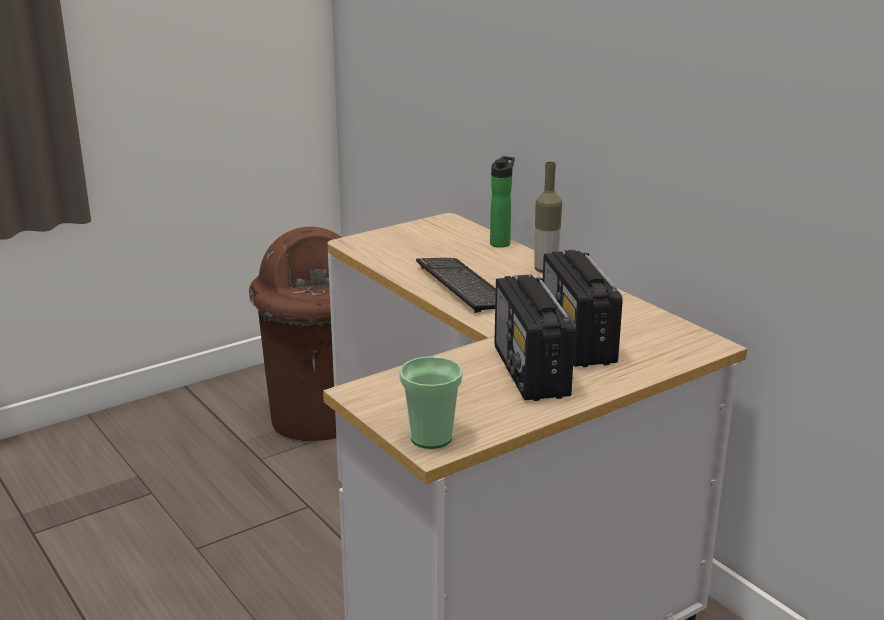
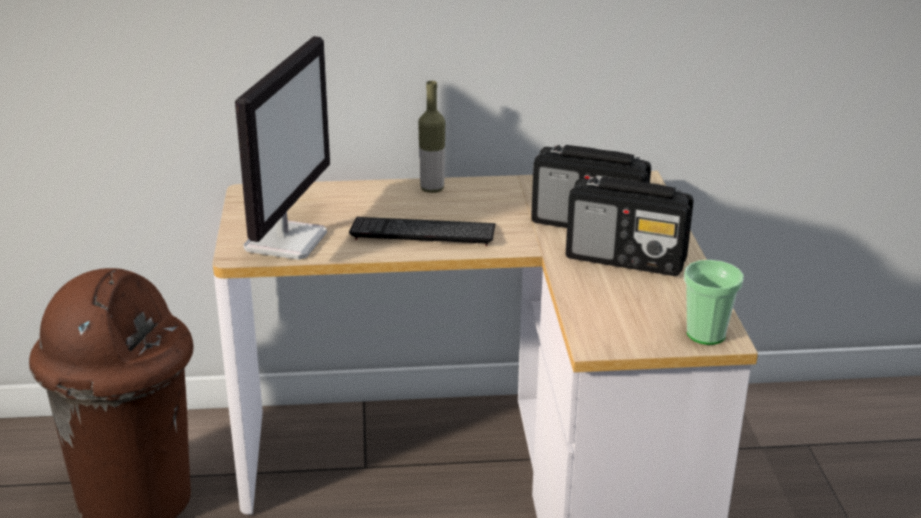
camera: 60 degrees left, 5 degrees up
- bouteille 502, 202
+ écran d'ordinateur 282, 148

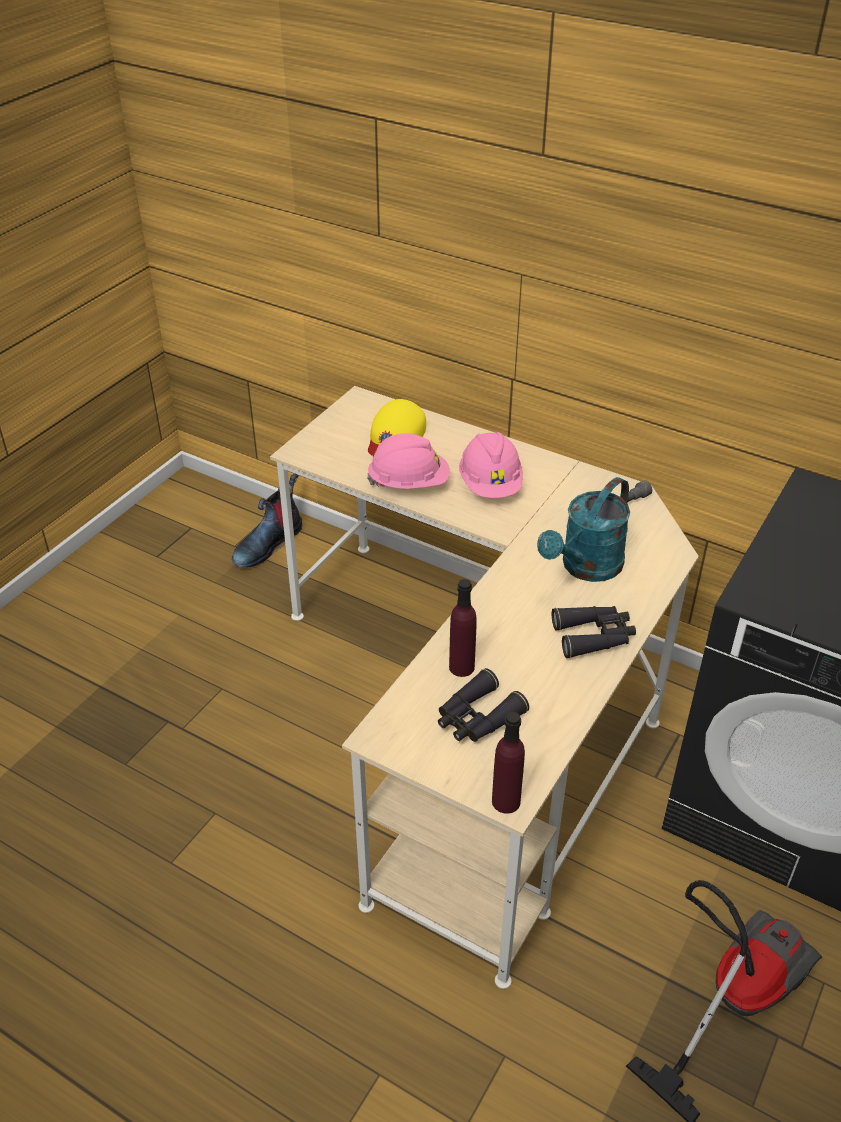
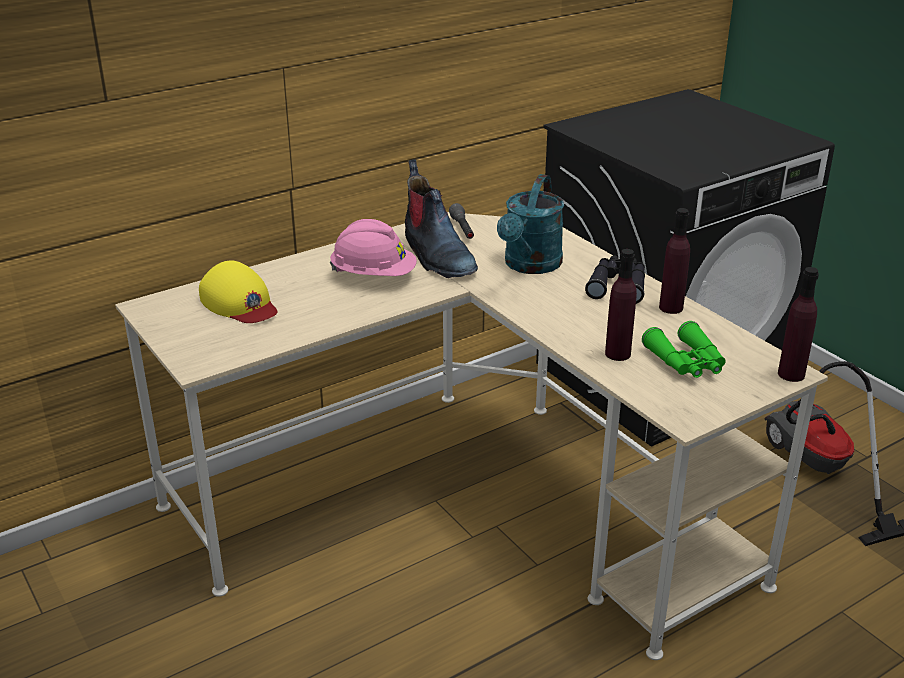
camera: 65 degrees left, 10 degrees down
- casque de chantier (rose) 408, 461
~ botte 267, 520 to 441, 218
~ arrosoir (turquoise) 583, 529 = 530, 224 45 degrees clockwise
~ jumelles (noir) 483, 705 to jumelles (vert) 684, 349
+ bouteille (violet) 674, 261

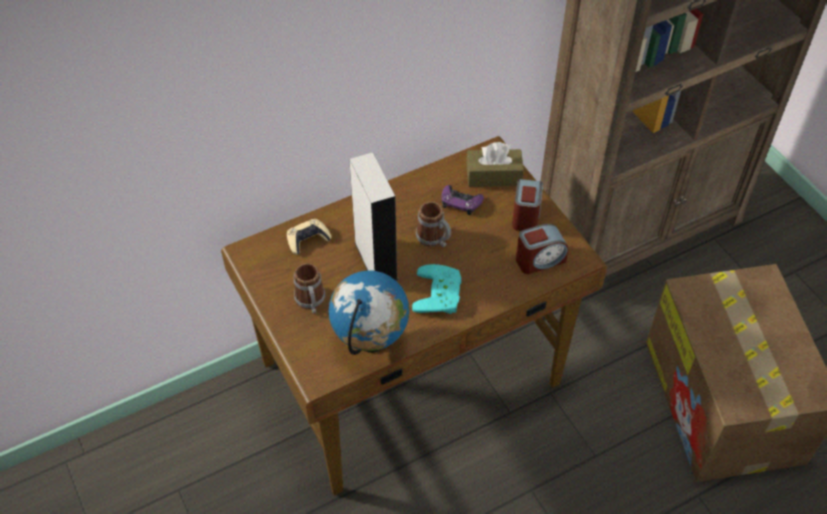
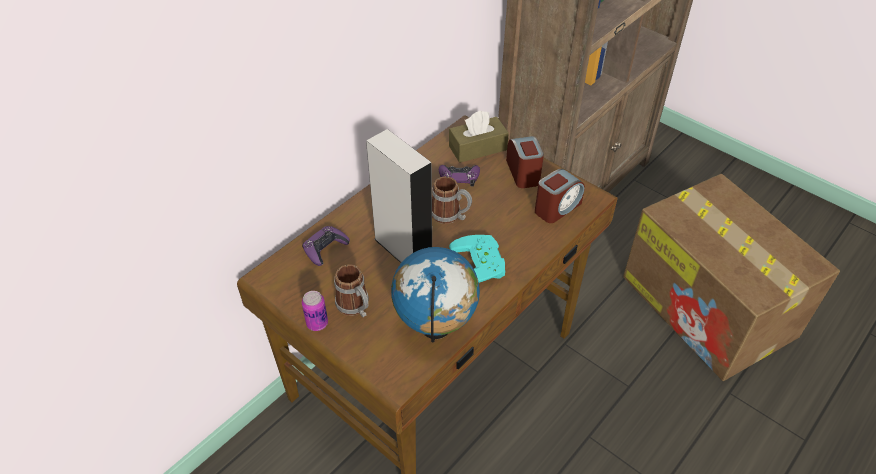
camera: 20 degrees left, 5 degrees down
~ manette (beige) 309, 237 to manette (violet) 326, 246
+ boîte métallique 315, 311

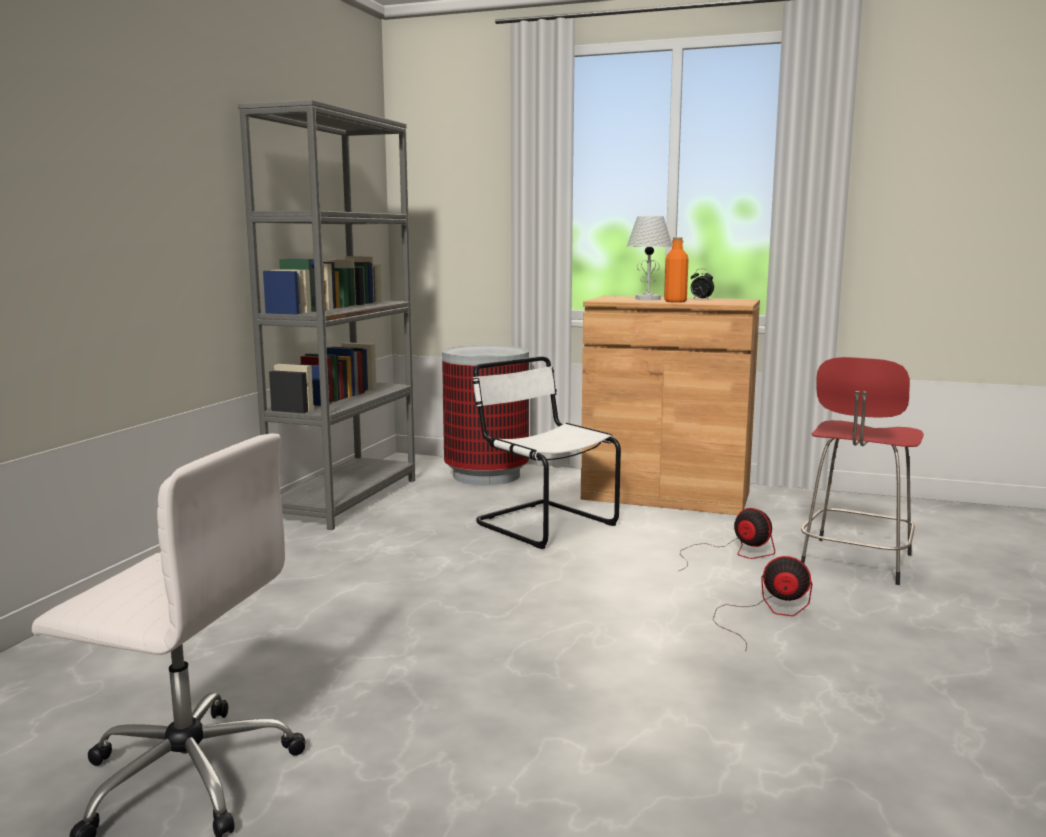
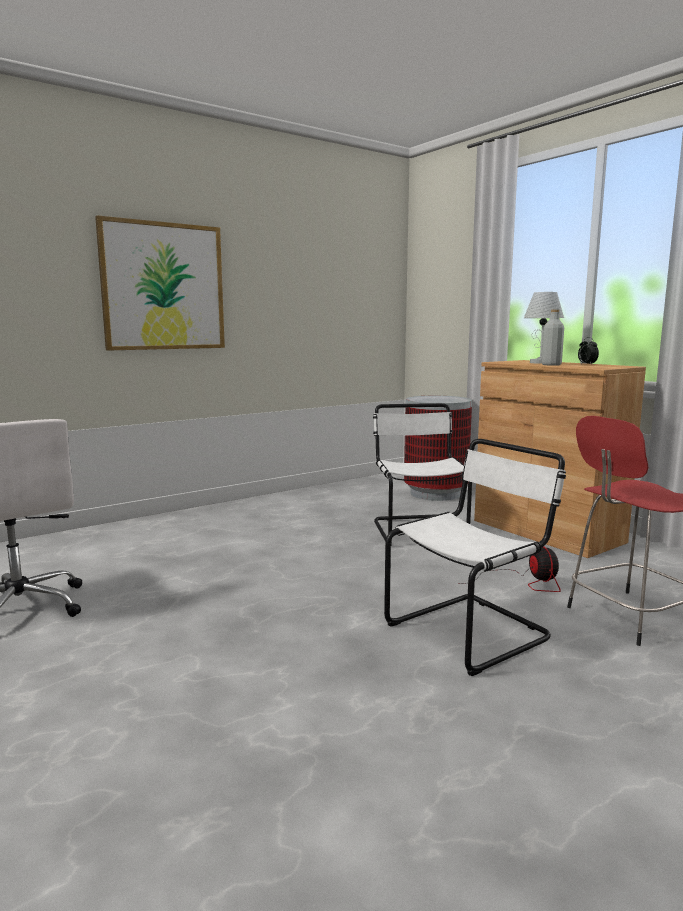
camera: 35 degrees right, 0 degrees up
- bibliothèque (gris) 326, 314
~ bouteille (orange) 676, 270 to bouteille (gris) 552, 337
~ ventilateur 762, 602 to chaise (blanc) 475, 557
+ tableau 160, 283

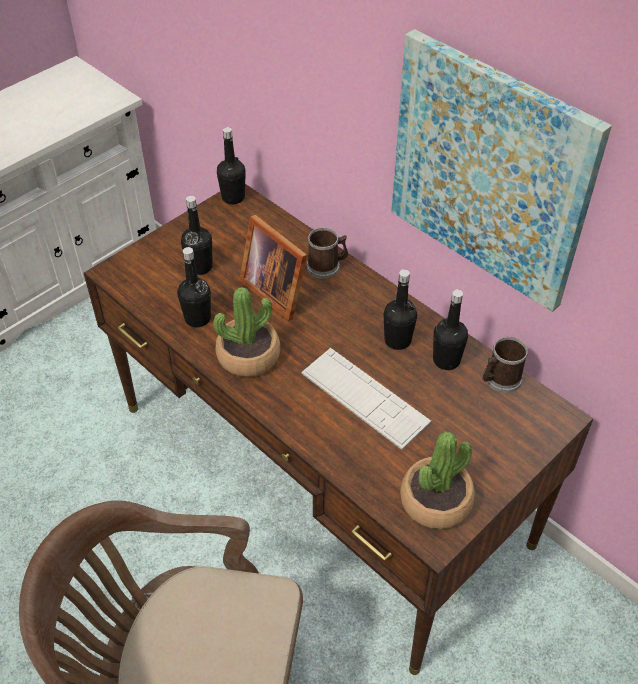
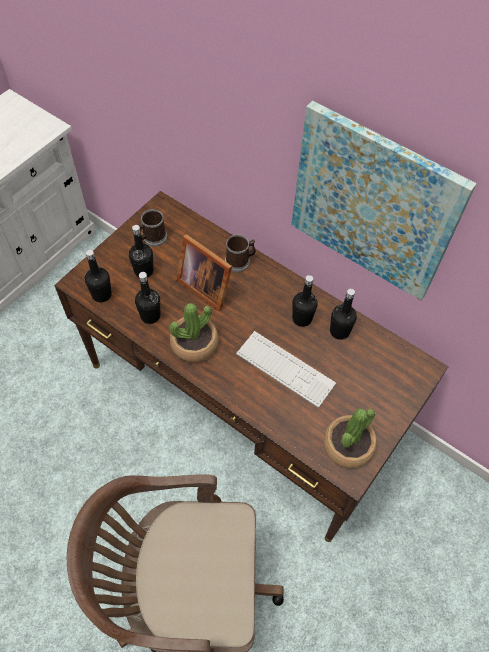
camera: 10 degrees left, 10 degrees up
~ bouteille (noir) 231, 165 to 98, 275
~ mug 505, 365 to 153, 228

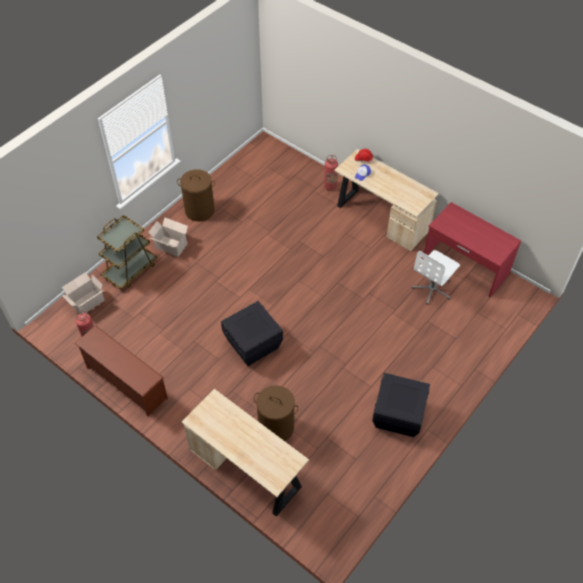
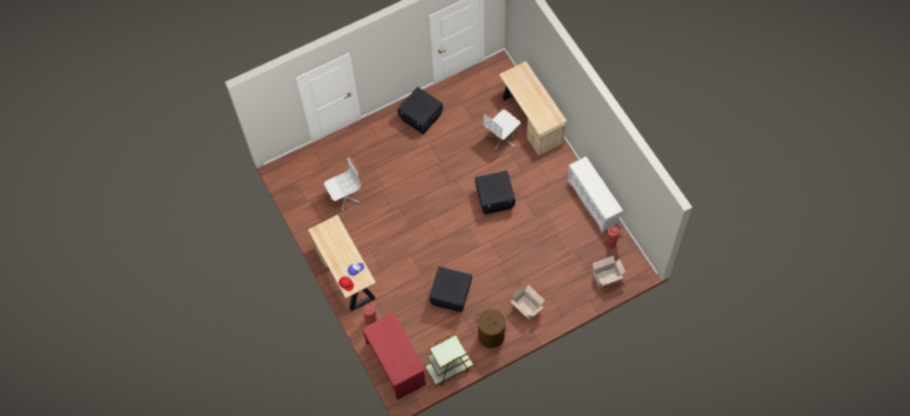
camera: 155 degrees left, 10 degrees up
~ bureau (rouge) 472, 249 to 394, 356
~ chariot (marron) 127, 252 to 449, 360
~ étagère à chaussures (marron) 121, 370 to étagère à chaussures (blanc) 595, 195
~ panier à linge (marron) 275, 413 to chaise de bureau (blanc) 502, 129
+ boîte de rangement (noir) 450, 289

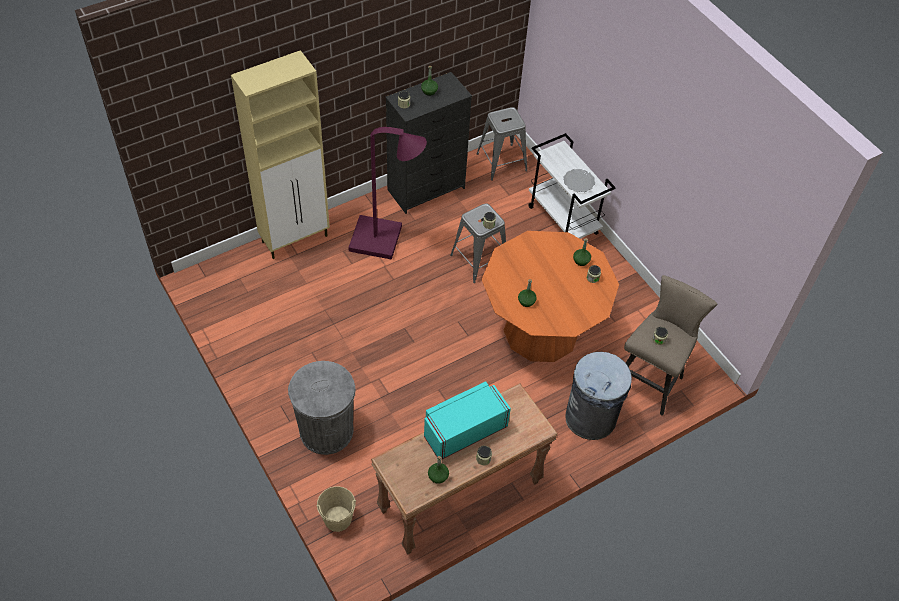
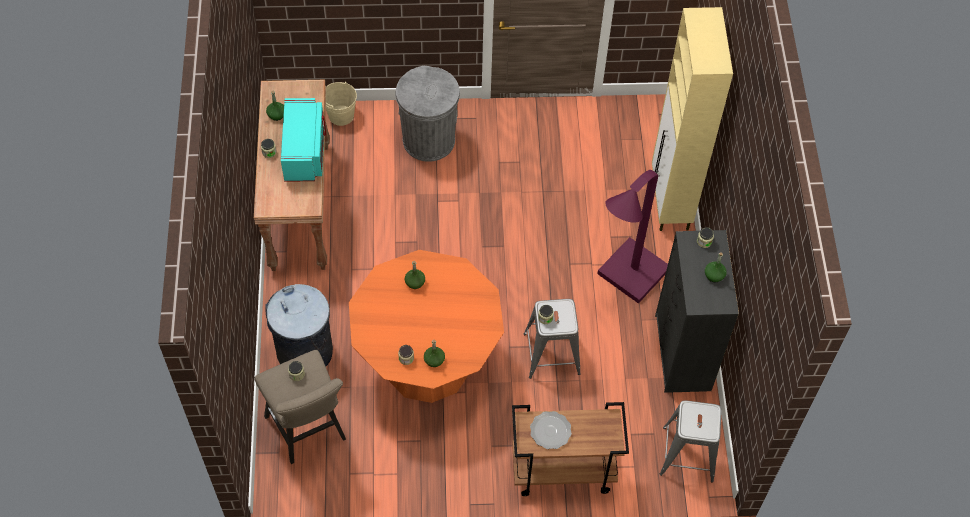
camera: 120 degrees right, 5 degrees up
~ chariot (blanc) 572, 186 to chariot (marron) 570, 449

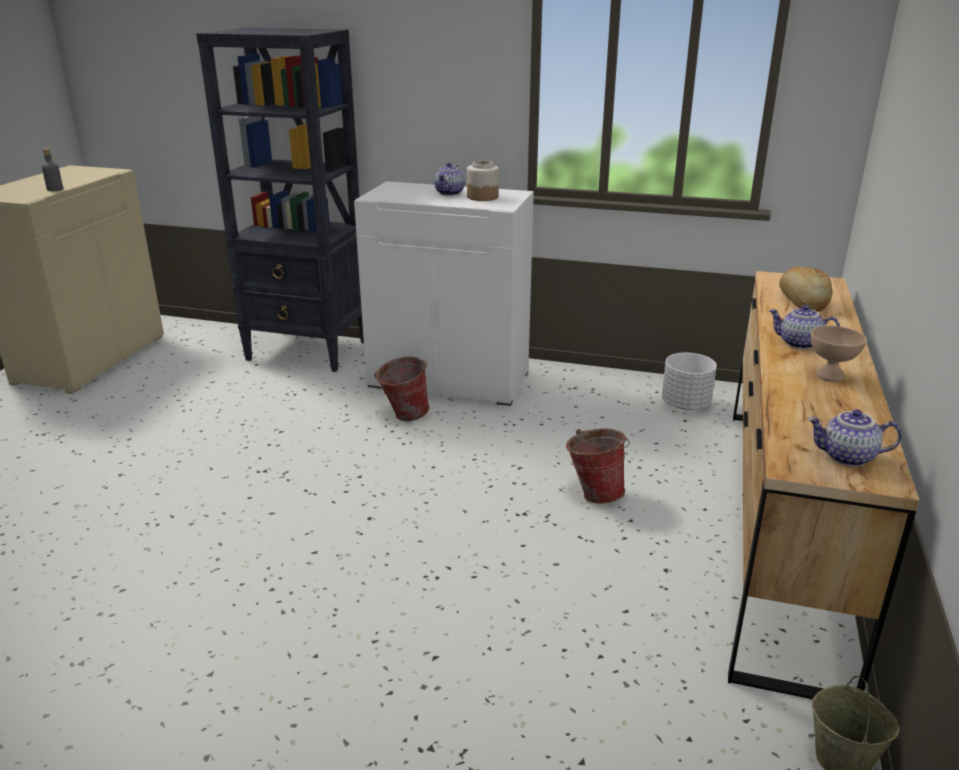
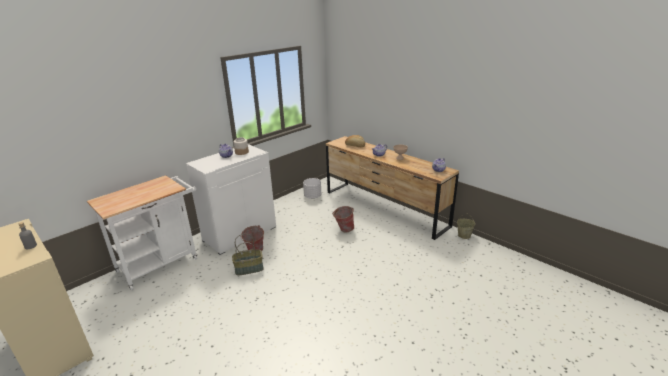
camera: 60 degrees left, 0 degrees up
~ bibliothèque (noir) 280, 200 to chariot (blanc) 142, 232
+ panier 248, 255

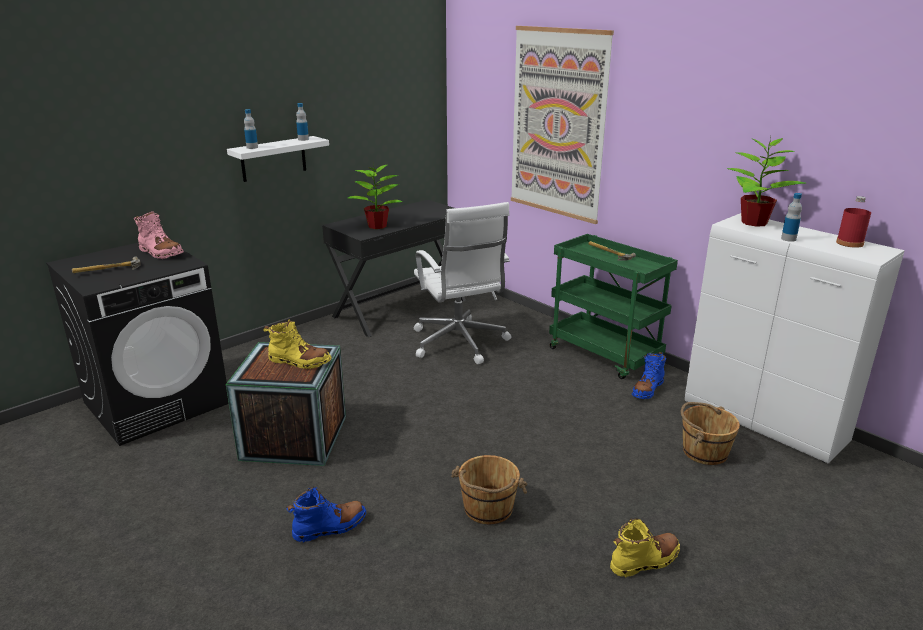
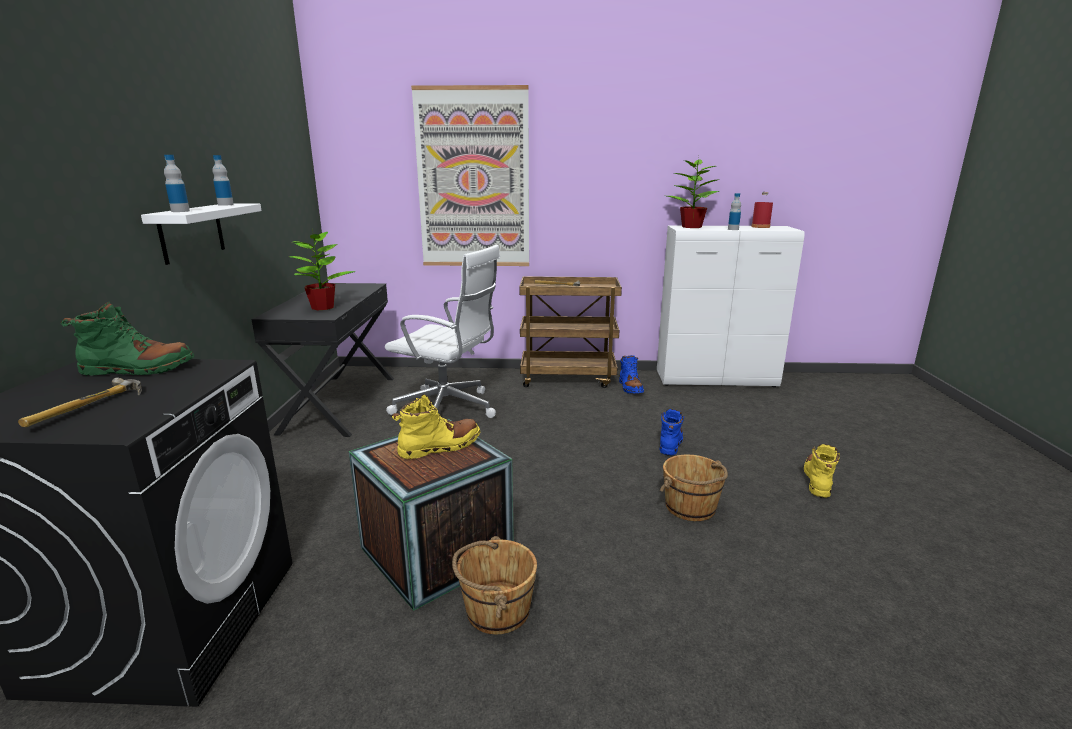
camera: 45 degrees left, 5 degrees down
~ botte (rose) 159, 235 to botte (vert) 127, 339
~ chariot (vert) 613, 306 to chariot (marron) 570, 332
~ seau (marron) 710, 433 to 494, 585
~ botte (bleu) 326, 515 to 671, 432

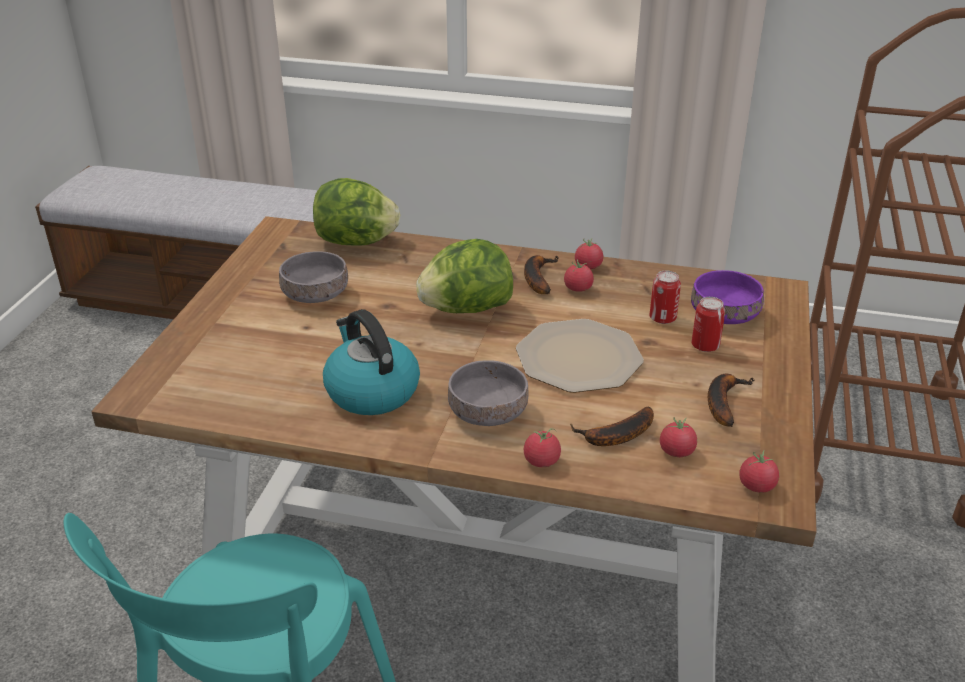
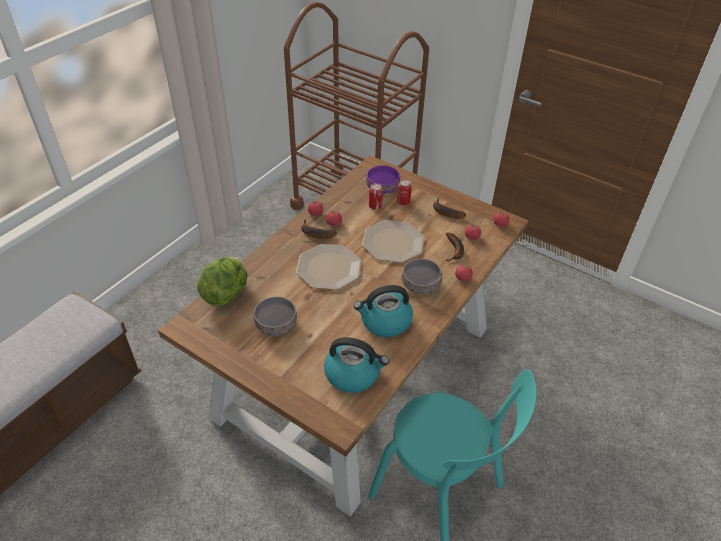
camera: 70 degrees left, 10 degrees up
~ laitue 464, 276 to assiette 328, 267
+ bouilloire 356, 365

